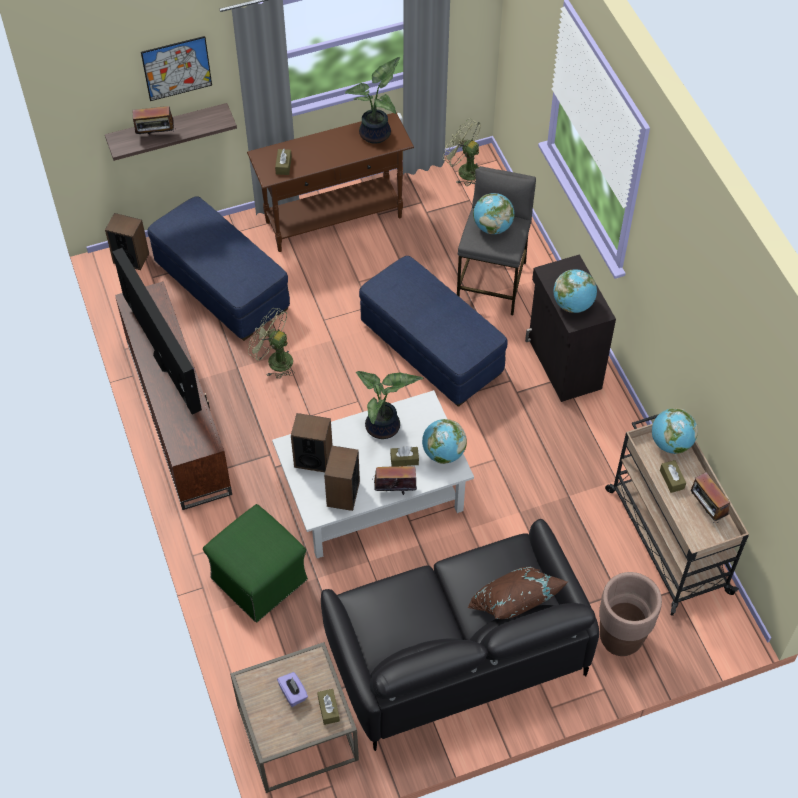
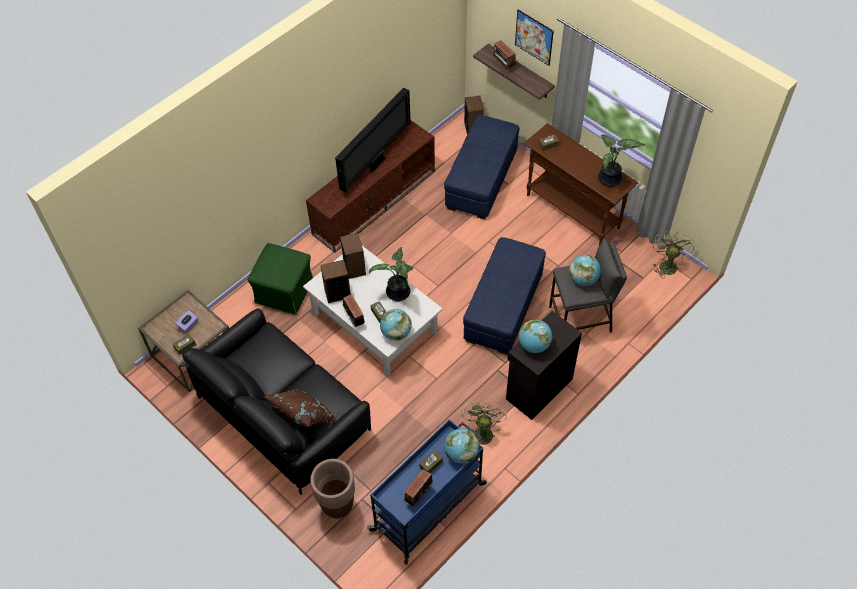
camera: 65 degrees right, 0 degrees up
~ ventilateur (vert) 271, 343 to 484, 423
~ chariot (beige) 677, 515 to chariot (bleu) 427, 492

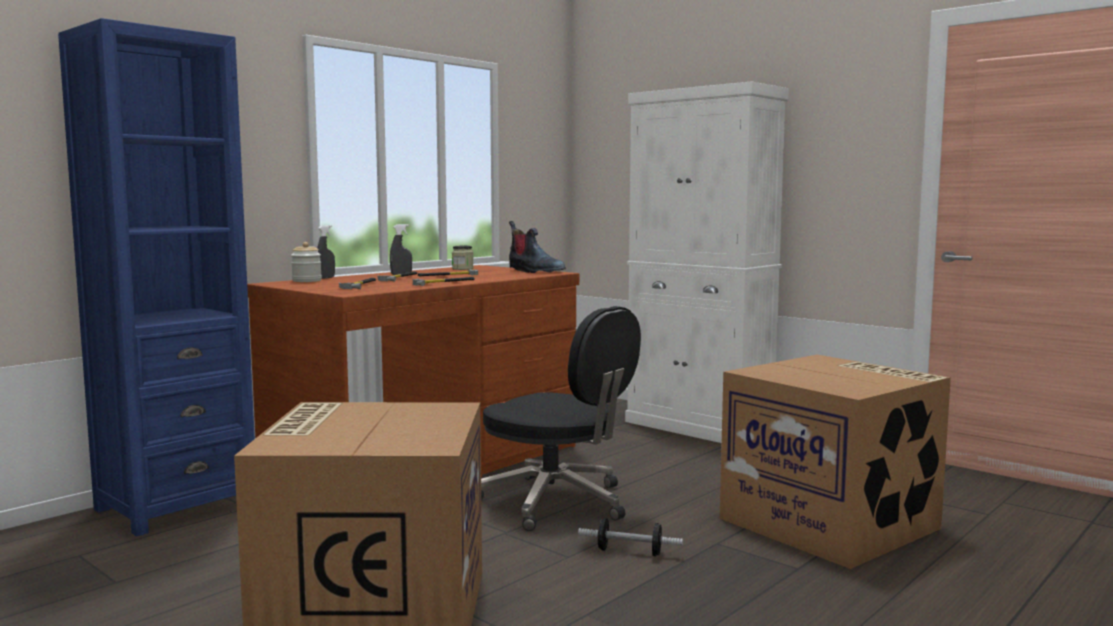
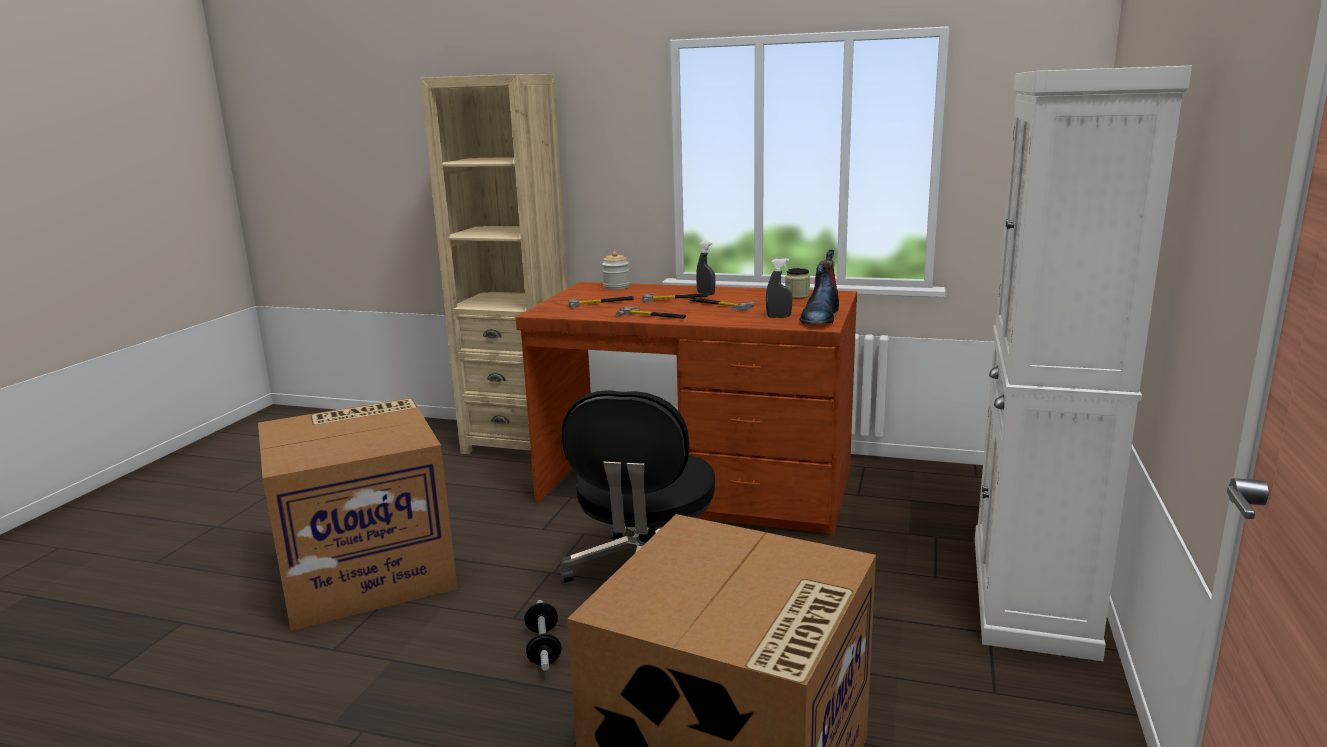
camera: 65 degrees right, 10 degrees up
~ bibliothèque (bleu) 156, 277 to bibliothèque (beige) 494, 264
~ vaporisateur (gris) 326, 252 to 779, 288

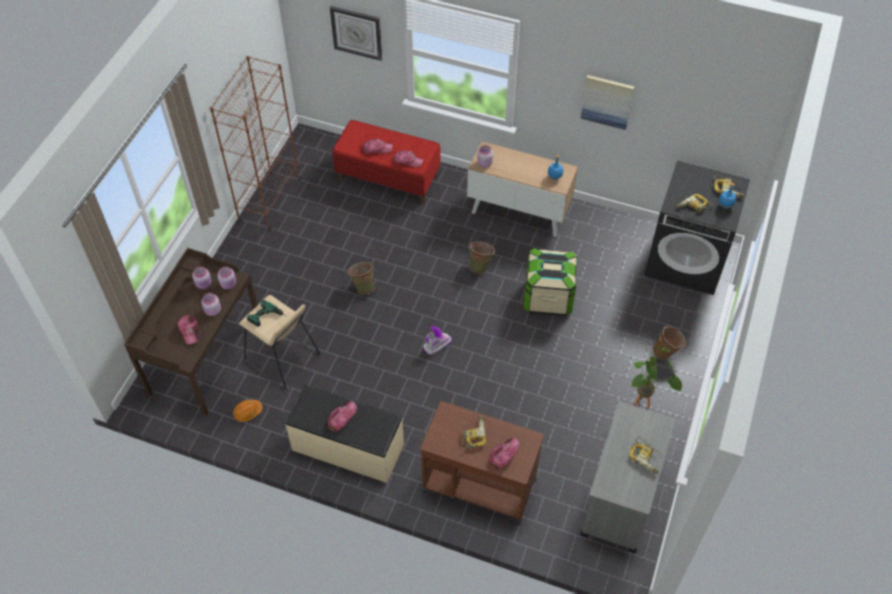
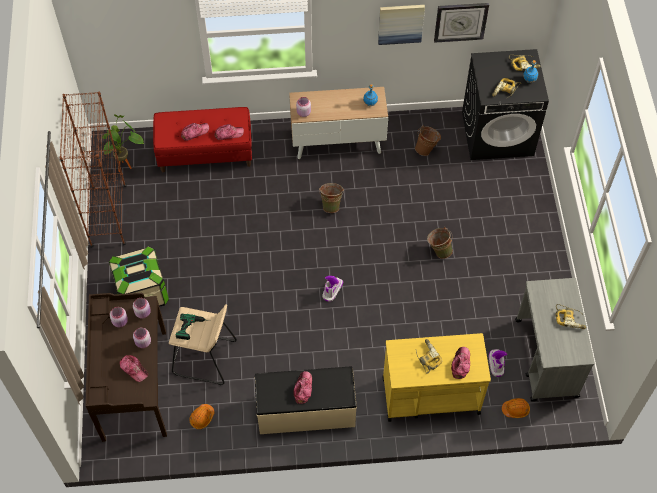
camera: 25 degrees left, 5 degrees up
~ horloge murale 356, 33 to 461, 23
~ boîte de rangement 550, 282 to 139, 277
~ seau (vert) 361, 278 to 440, 243
~ seau (marron) 669, 342 to 428, 140
~ plante en pot 656, 376 to 123, 143
~ chariot (marron) 482, 463 to chariot (jaune) 437, 377
+ botte 498, 363
+ casque de chantier (orange) 516, 408

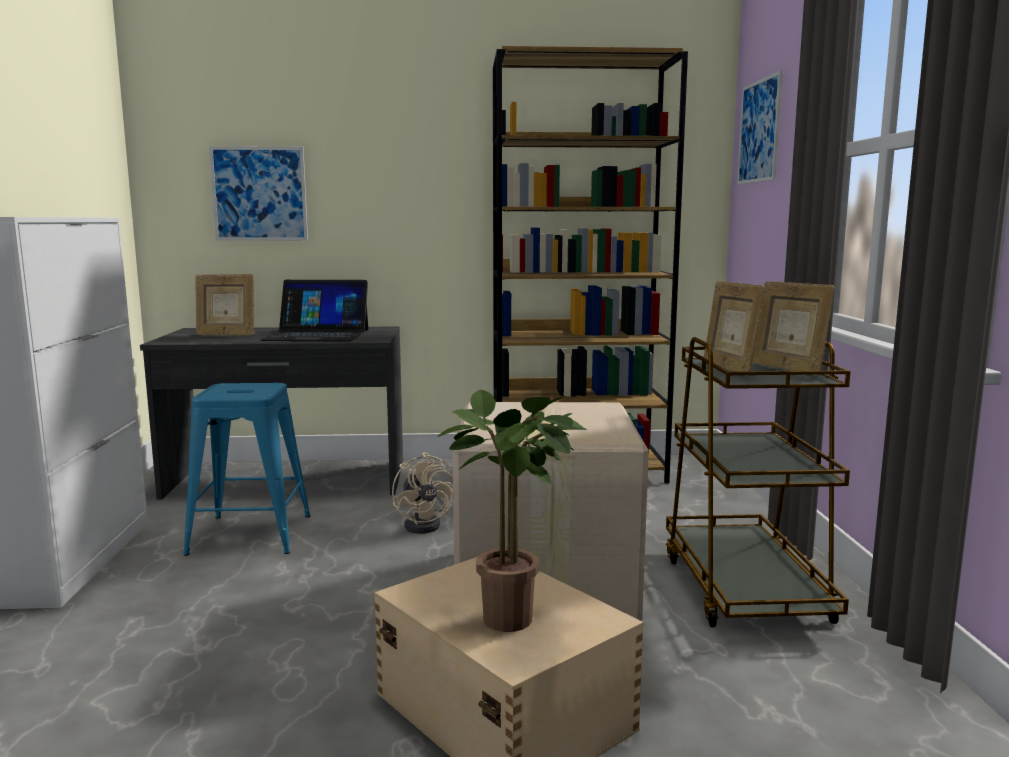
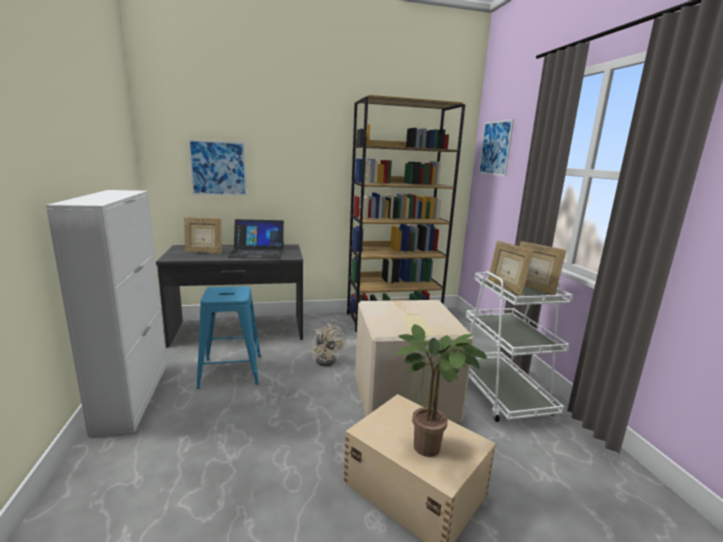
camera: 10 degrees left, 5 degrees up
~ chariot (marron) 758, 482 to chariot (blanc) 519, 346

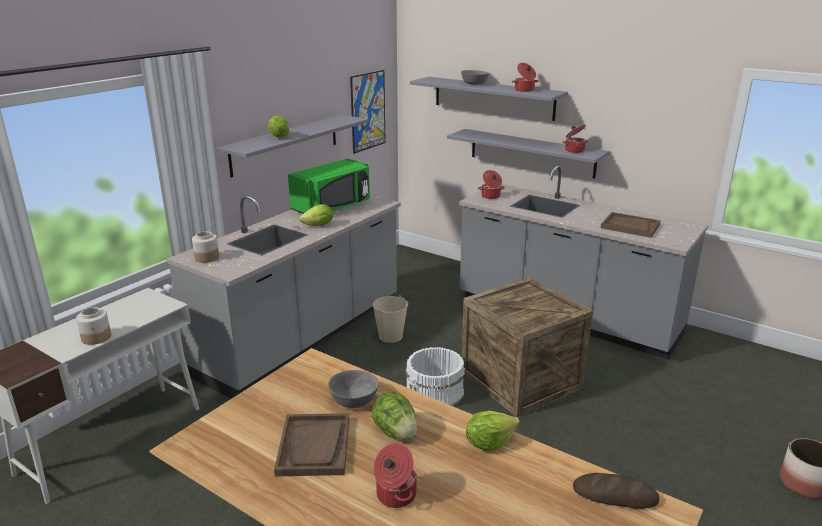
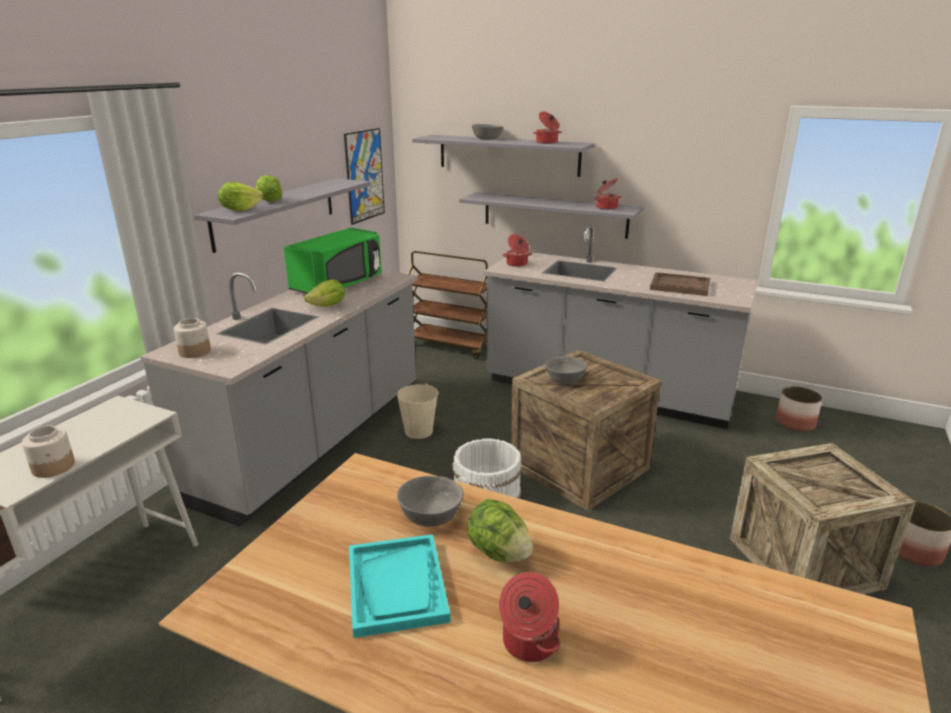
camera: 10 degrees left, 0 degrees up
~ laitue 493, 431 to 240, 196
~ plateau (marron) 311, 444 to plateau (turquoise) 399, 586
- pain 616, 491
+ chariot (marron) 448, 305
+ bol (gris) 566, 370
+ cache-pot 799, 408
+ caisse 823, 518

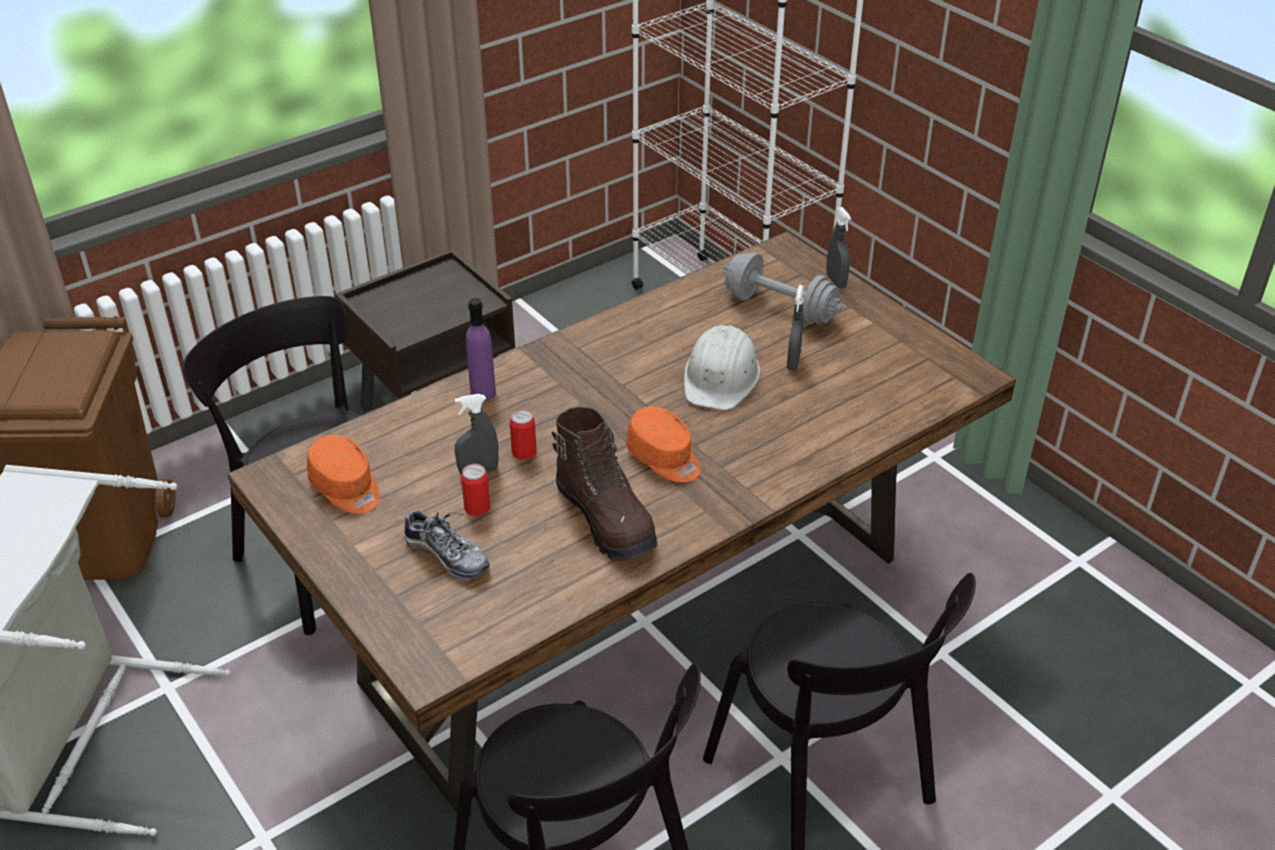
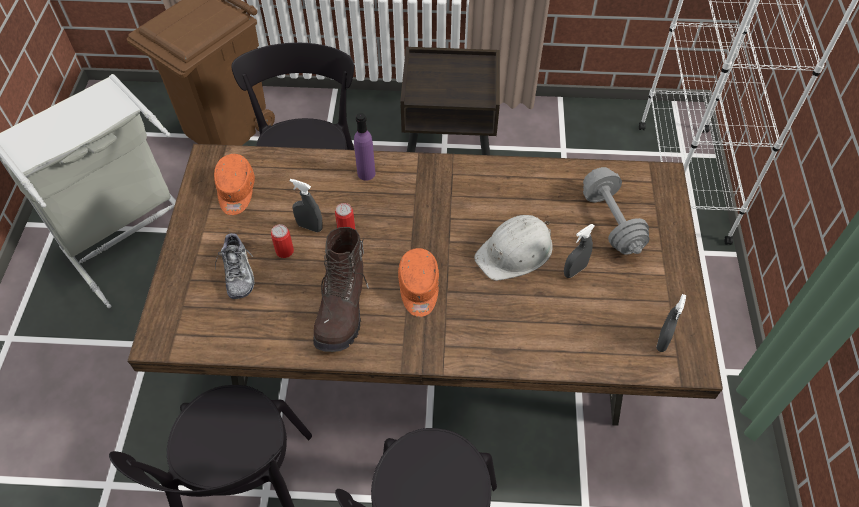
camera: 40 degrees right, 15 degrees up
~ vaporisateur (gris) 838, 247 to 671, 323

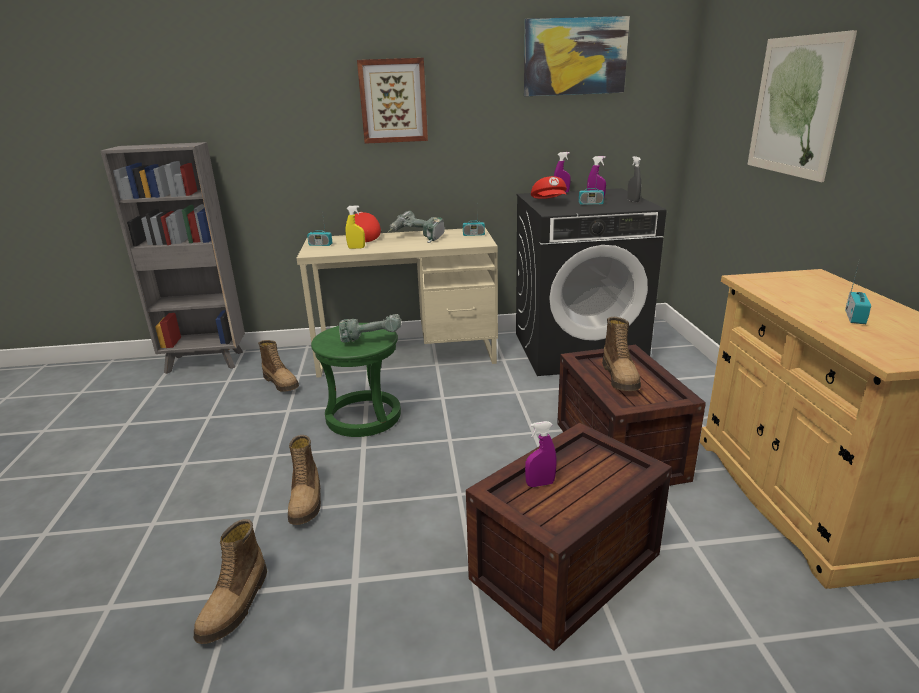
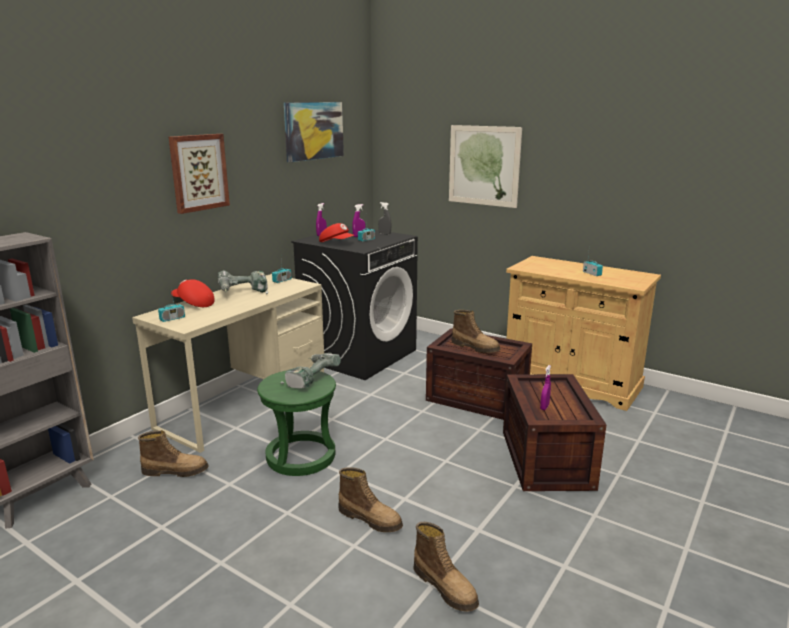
camera: 50 degrees left, 5 degrees down
- vaporisateur (jaune) 355, 227

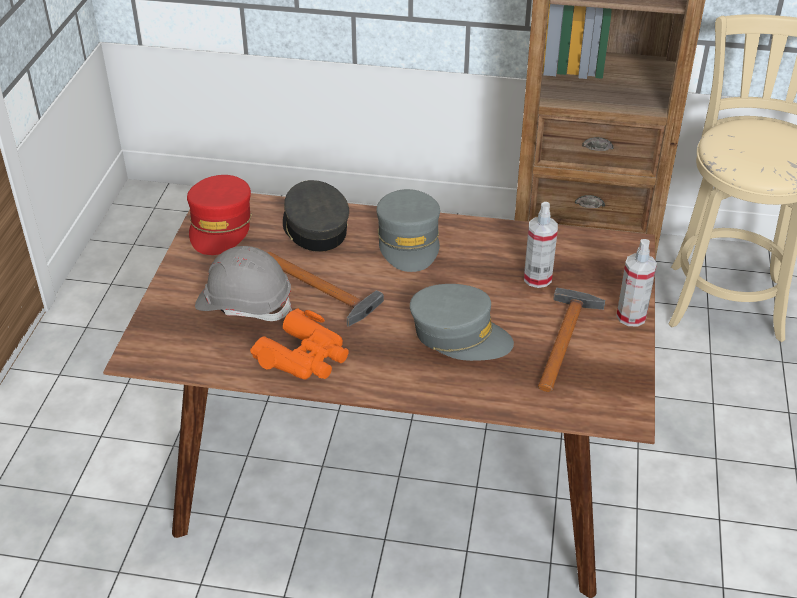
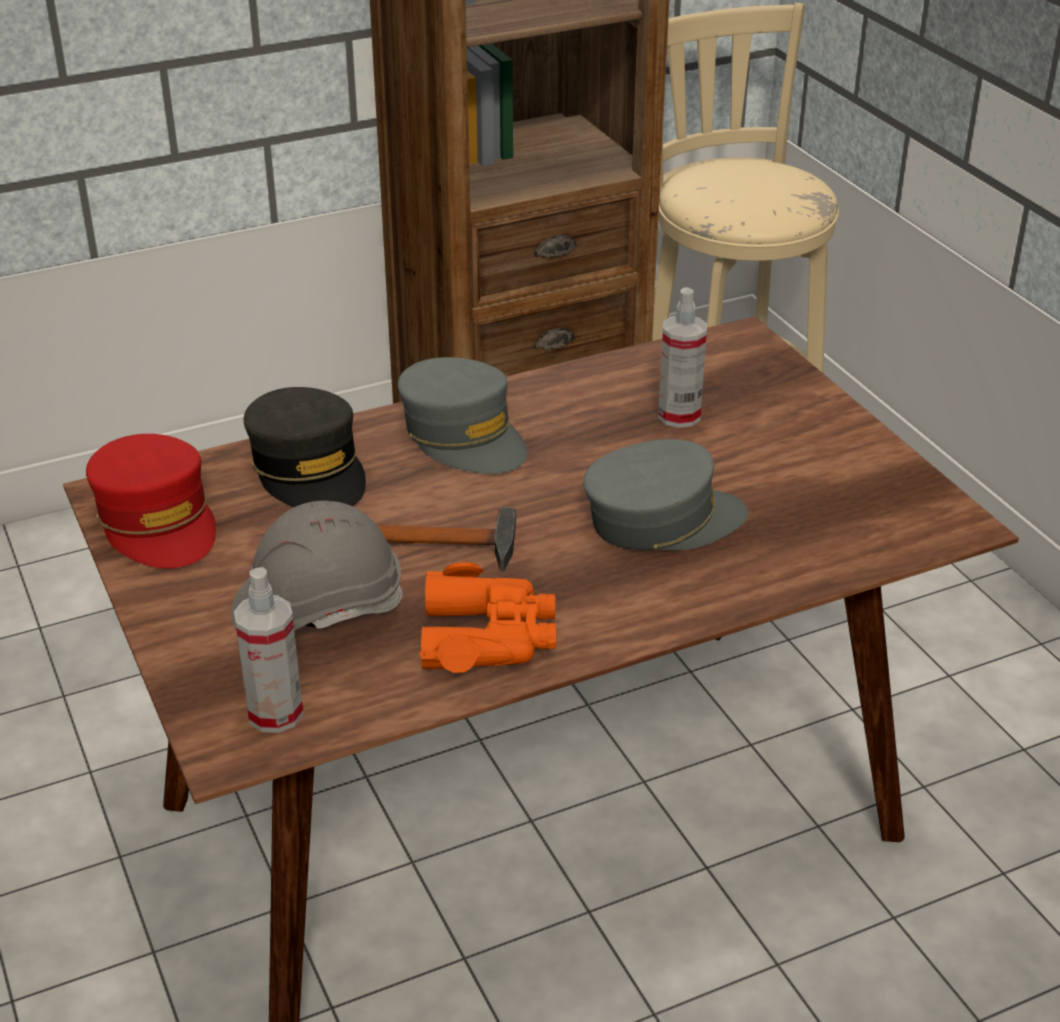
camera: 35 degrees left, 5 degrees down
~ casquette (gris) 316, 216 = 305, 447 150 degrees counterclockwise
~ vaporisateur 636, 283 to 268, 650
- marteau 572, 340

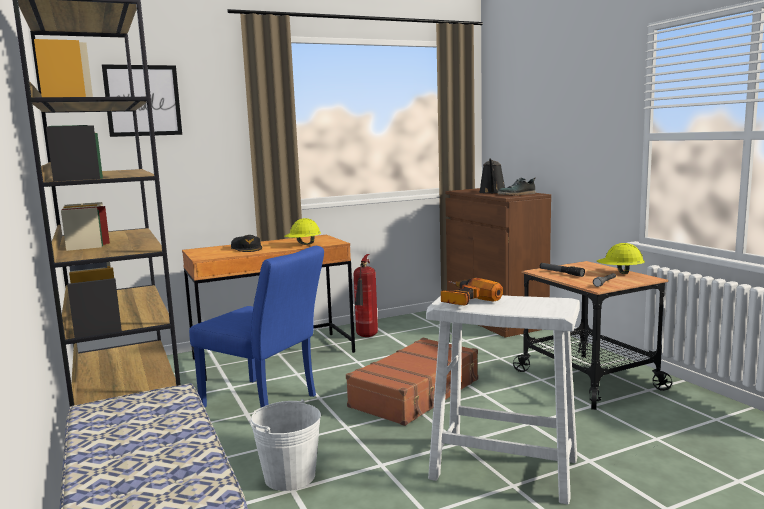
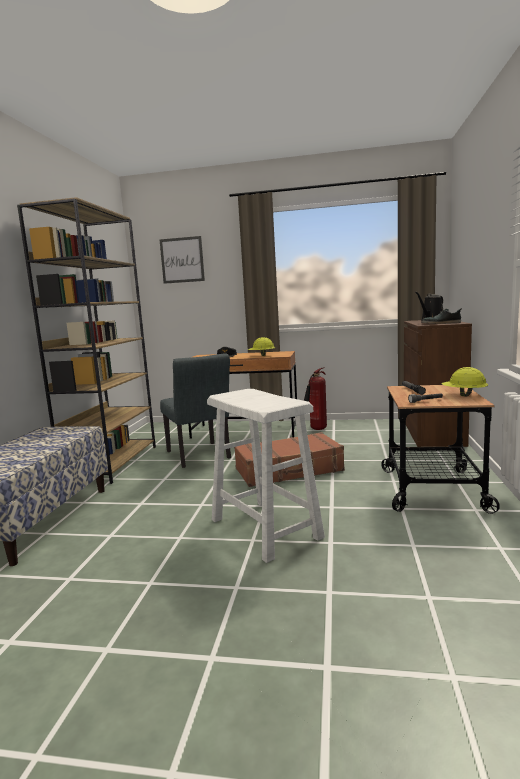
camera: 35 degrees right, 0 degrees up
~ chaise (bleu) 256, 327 to chaise (gris) 195, 410
- perceuse 472, 292
- seau (blanc) 285, 445

